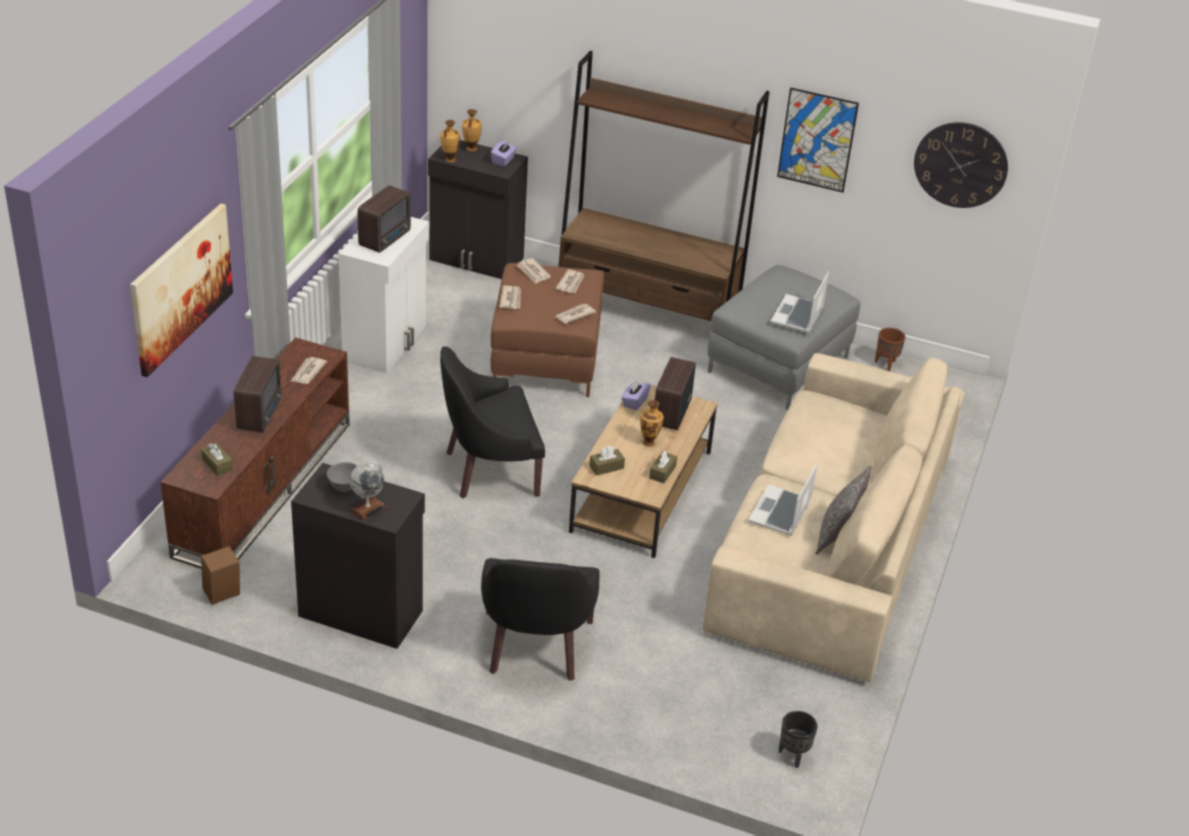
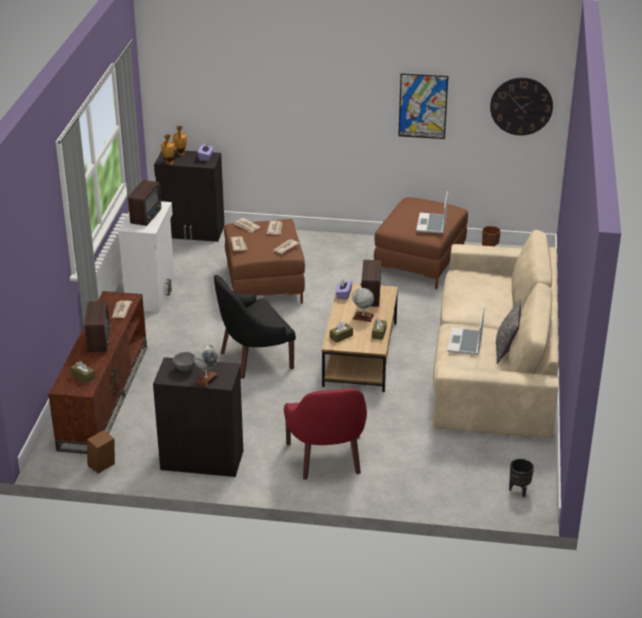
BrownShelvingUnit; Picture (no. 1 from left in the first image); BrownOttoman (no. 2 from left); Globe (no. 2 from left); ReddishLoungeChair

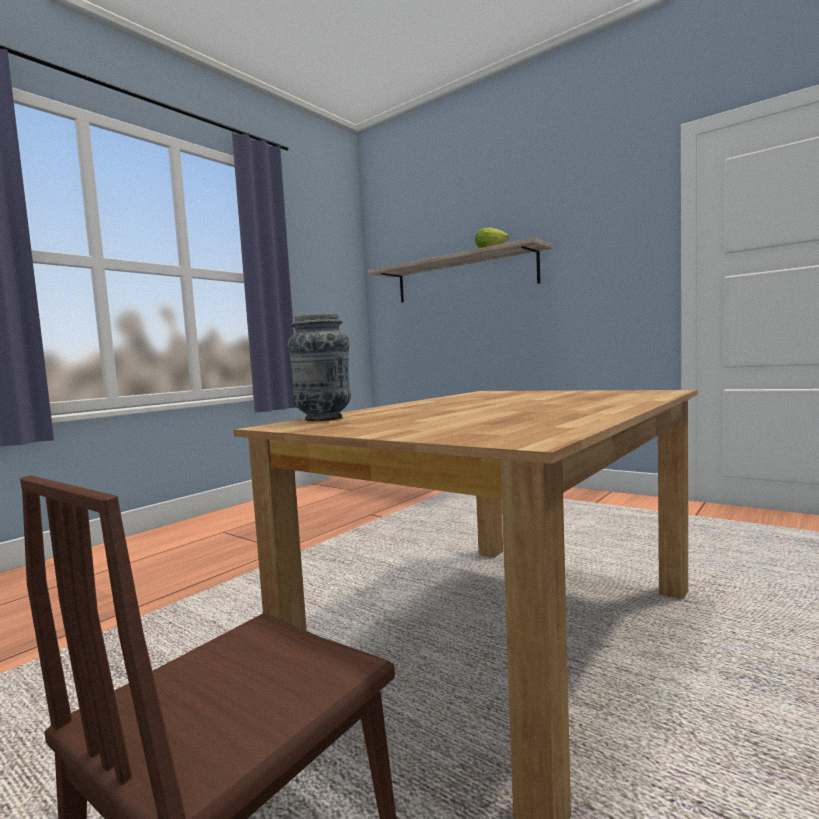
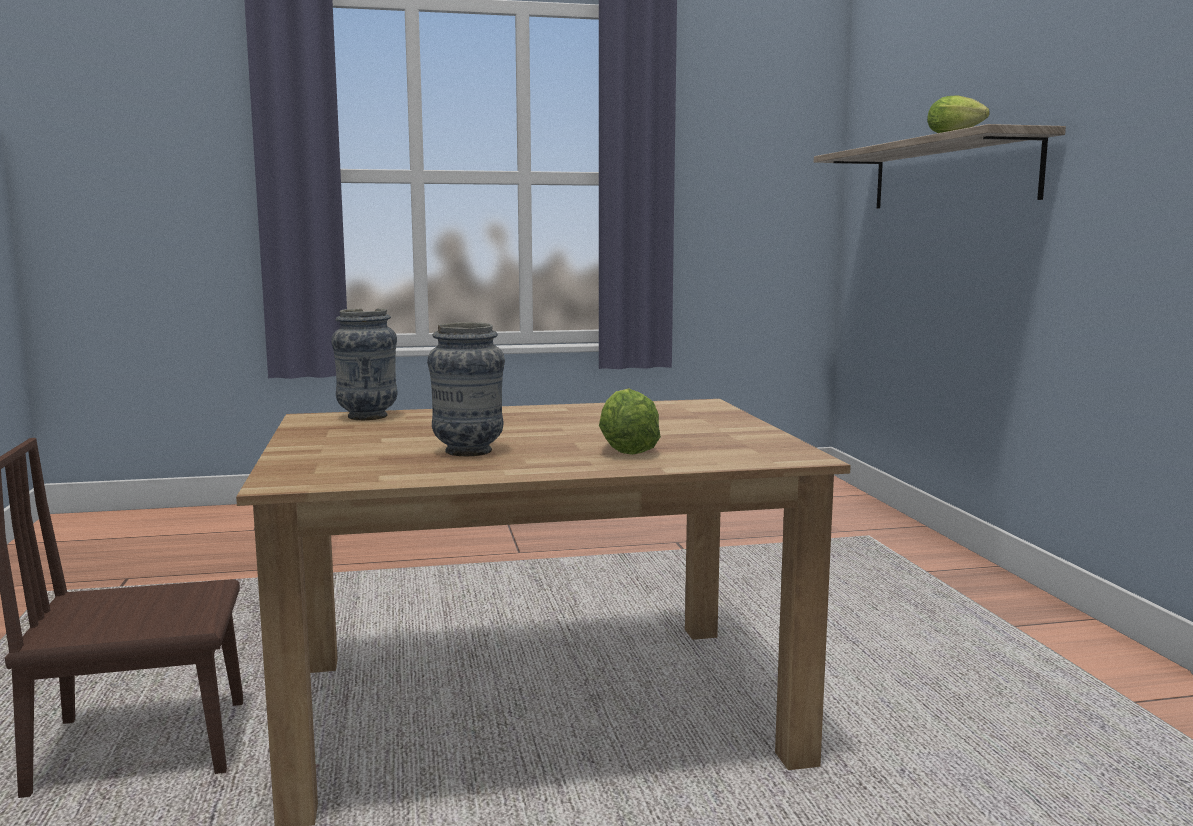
Vase (no. 2 from left); HeadOfLettuce (no. 1 from left)

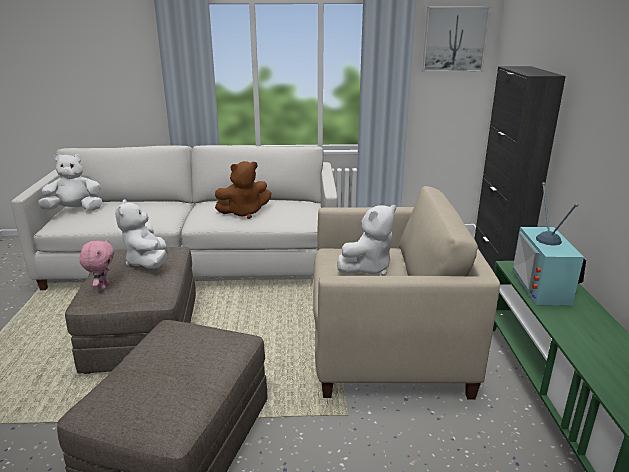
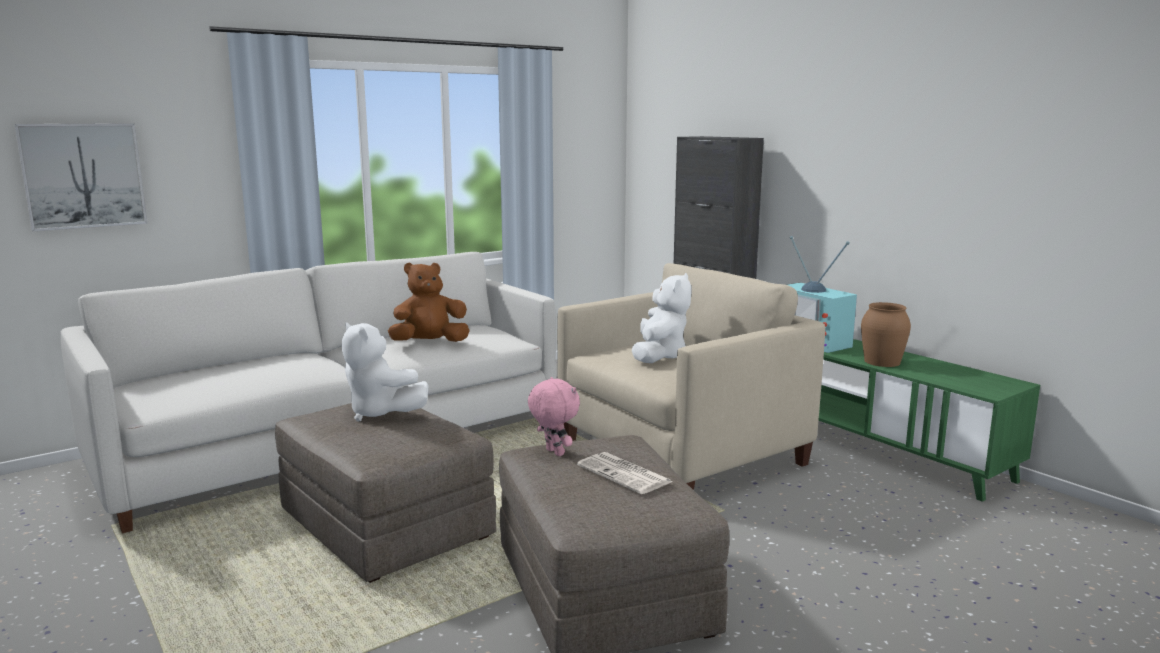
Picture; WhiteColouredPlushToy (no. 1 from left in the first image); BrownPlushToy; PinkPlushToy; BrownVase; DailyPaper

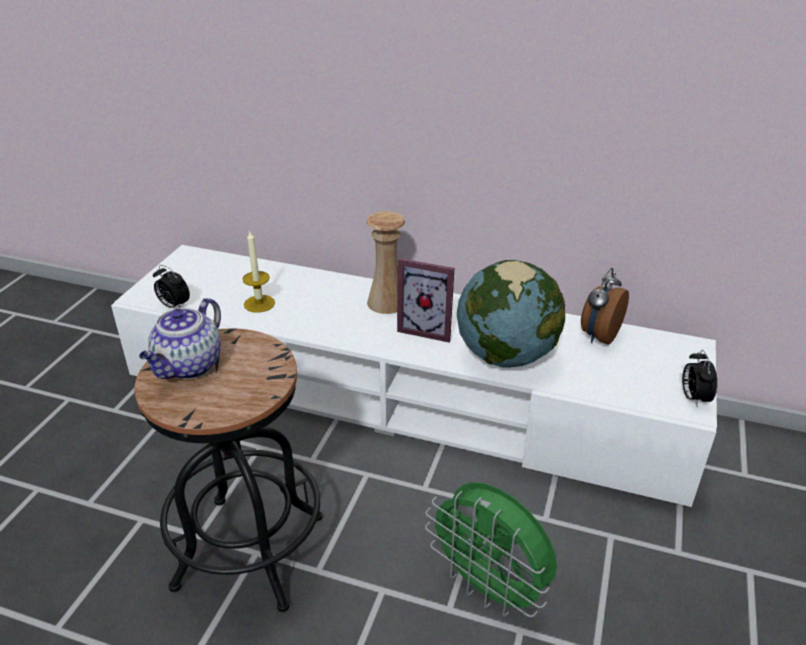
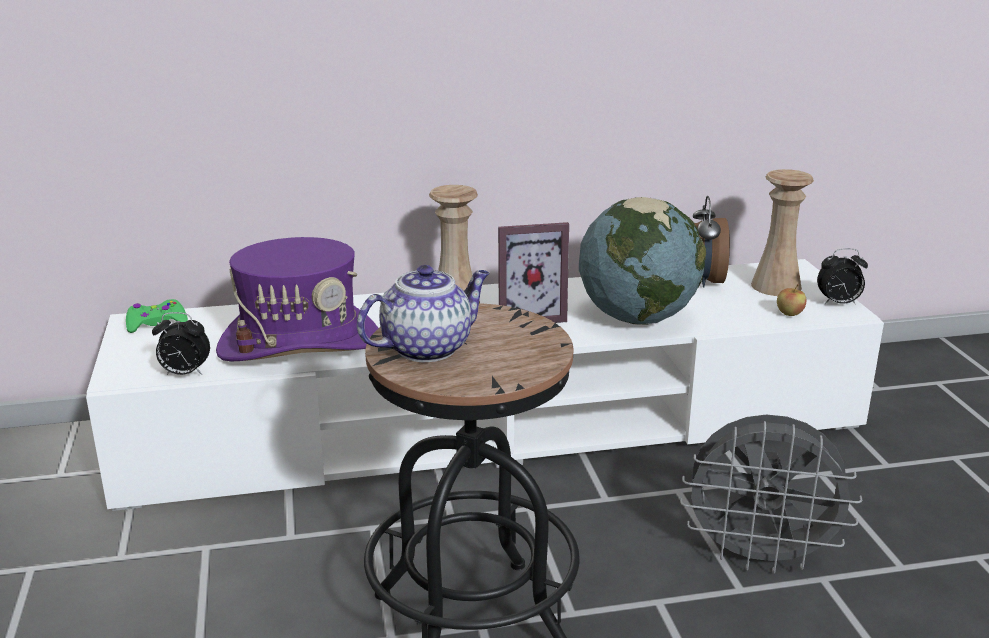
PurpleWearableHat; PotForTea; TableClock (no. 3 from left); GreyishCoolingFan; BeigeVase (no. 2 from left); AppleFruit; GreenColouredGamepad

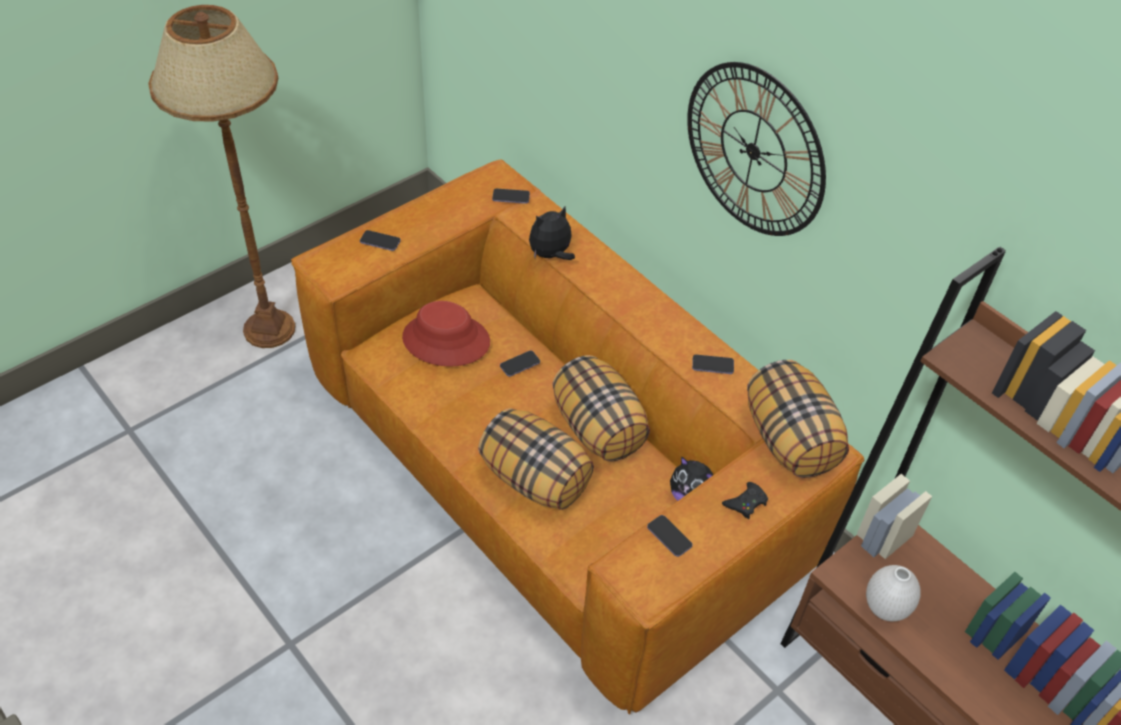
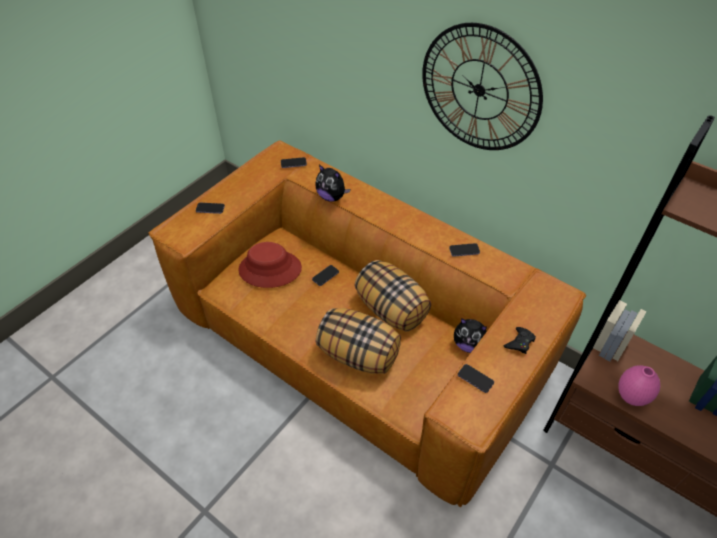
BrownFloorLamp; PlushToy (no. 1 from left); ThrowPillow (no. 3 from left in the first image); PinkVase

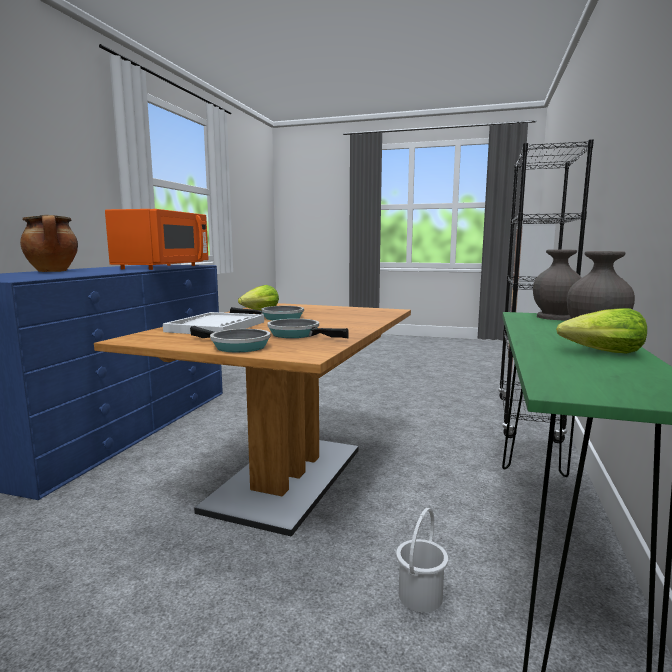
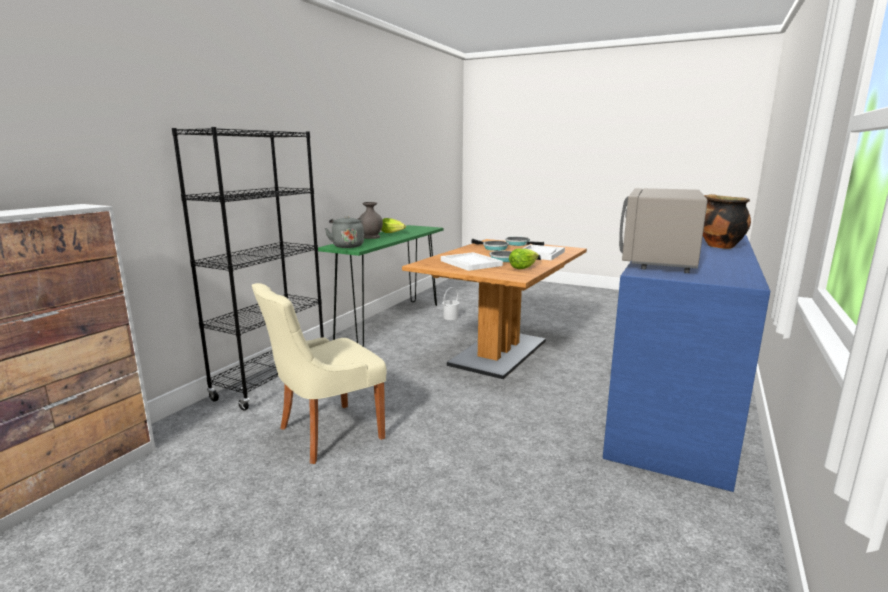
GreyishMicrowave; GreyishWaterKettle; WhiteColouredTray (no. 1 from left); BeigeUprightChair

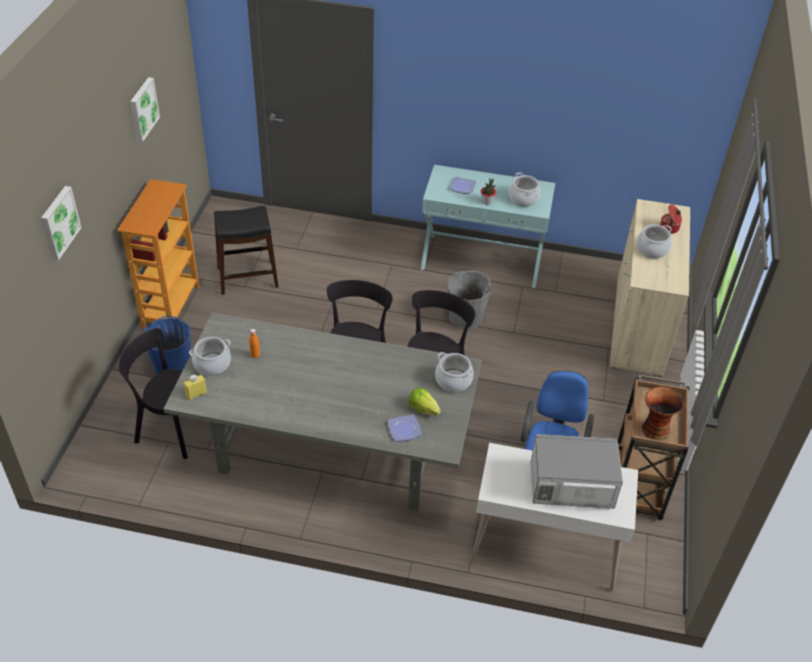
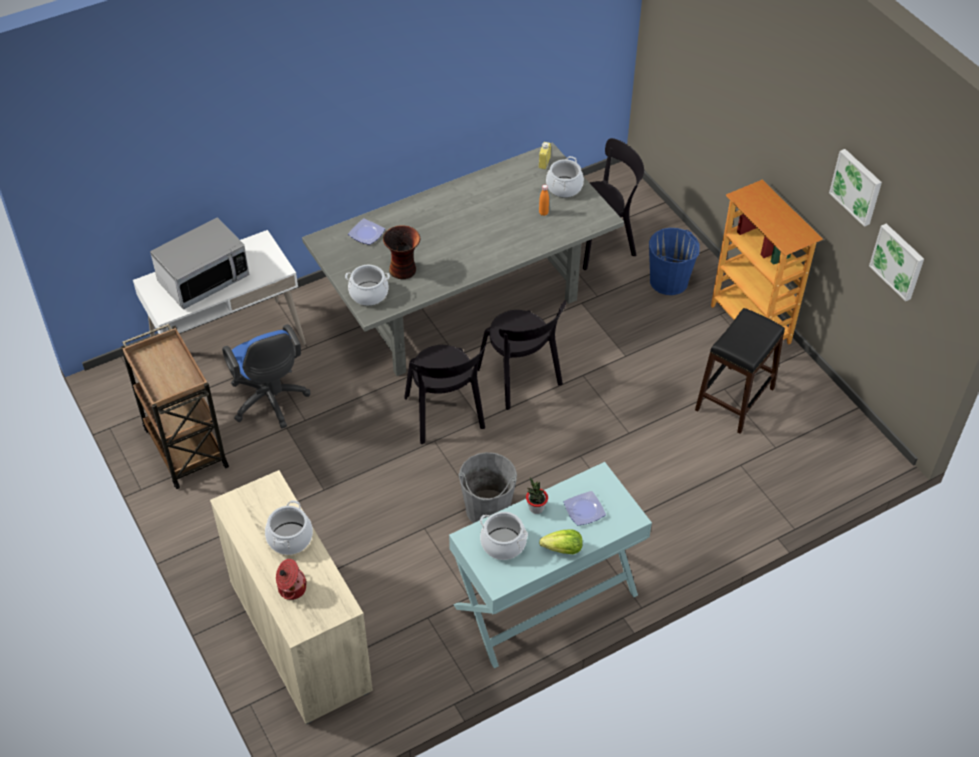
Picture (no. 2 from left); Vase; HeadOfLettuce

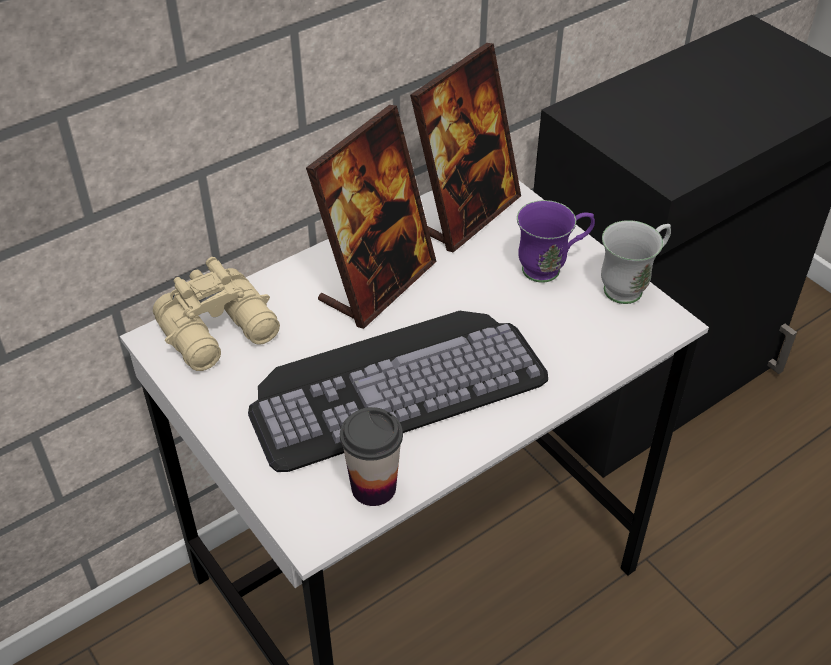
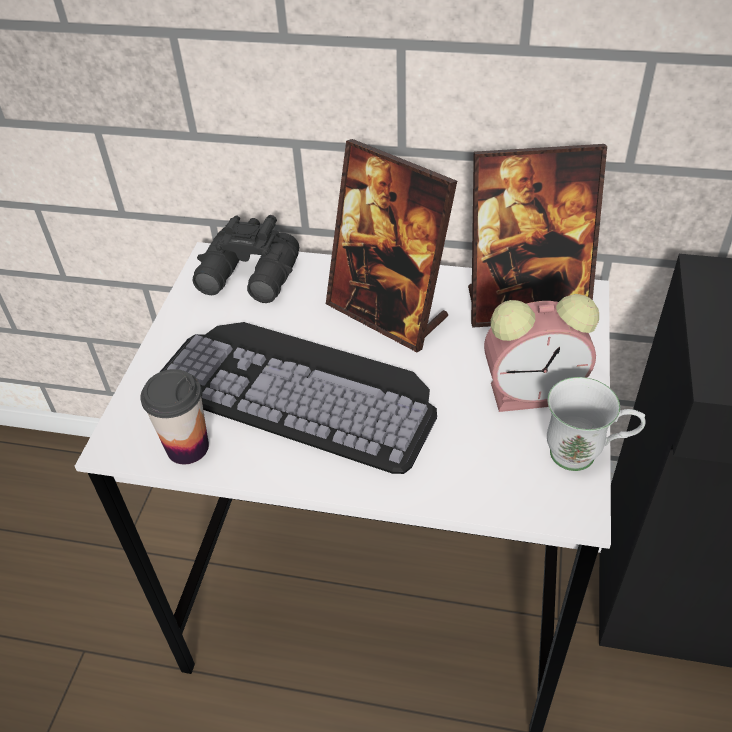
StandingFrame (no. 1 from left); TableClock; BlackishBinoculars

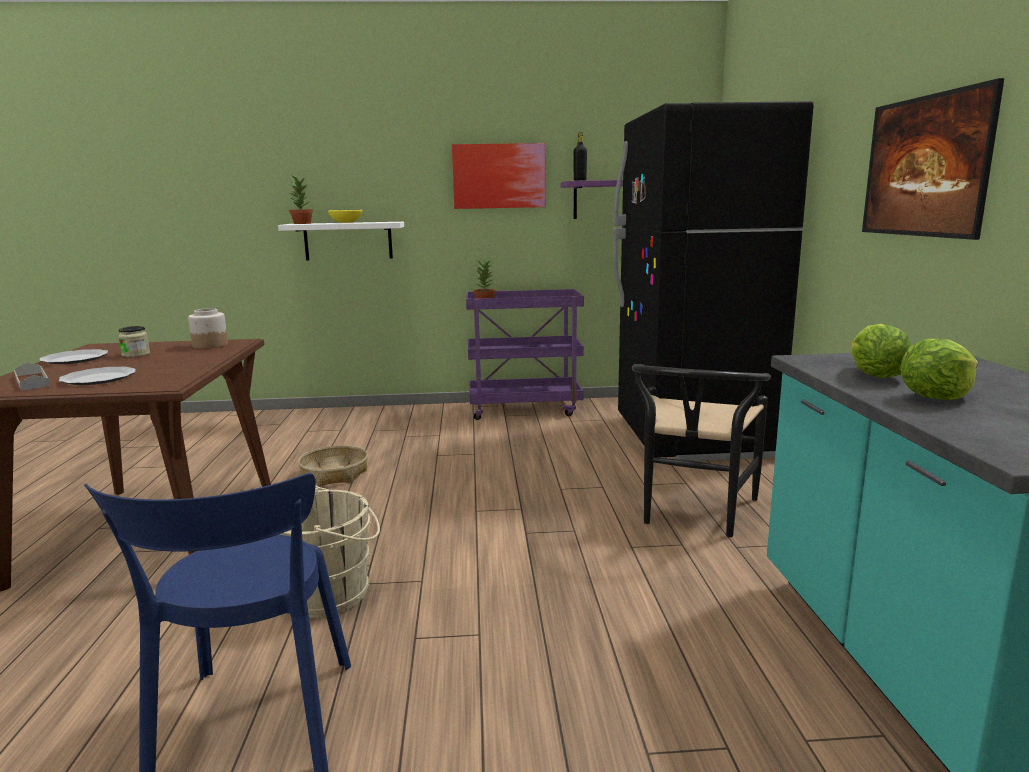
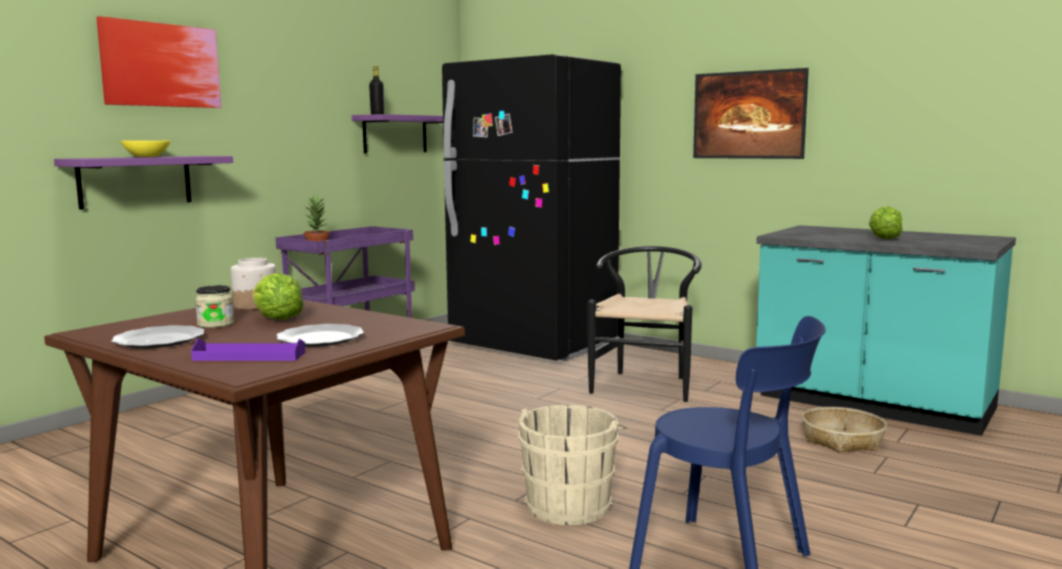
Picture (no. 1 from left); Houseplant (no. 1 from left in the first image); PurpleShelf (no. 1 from left); HeadOfLettuce (no. 1 from left); PurpleTray; BlackishUprightChair; HouseholdBasket

